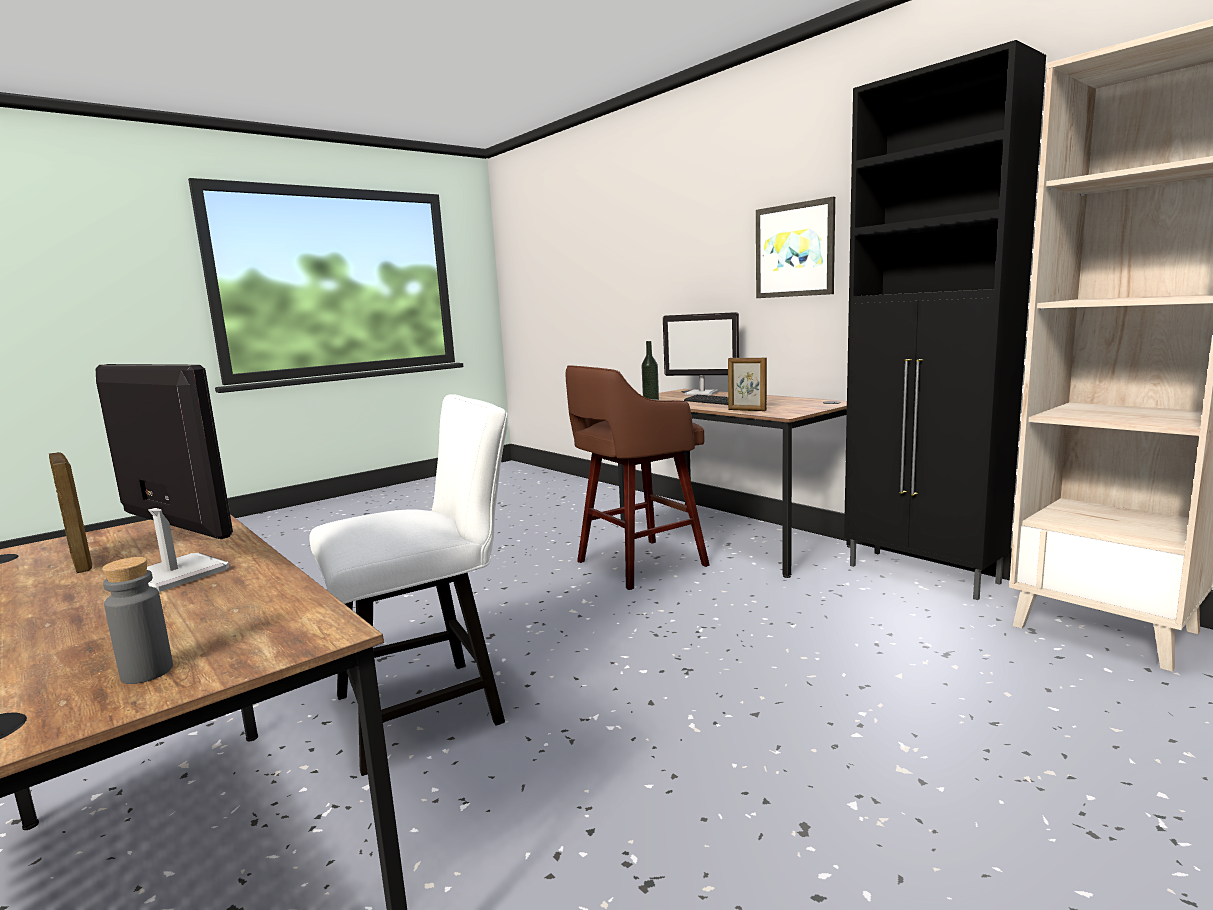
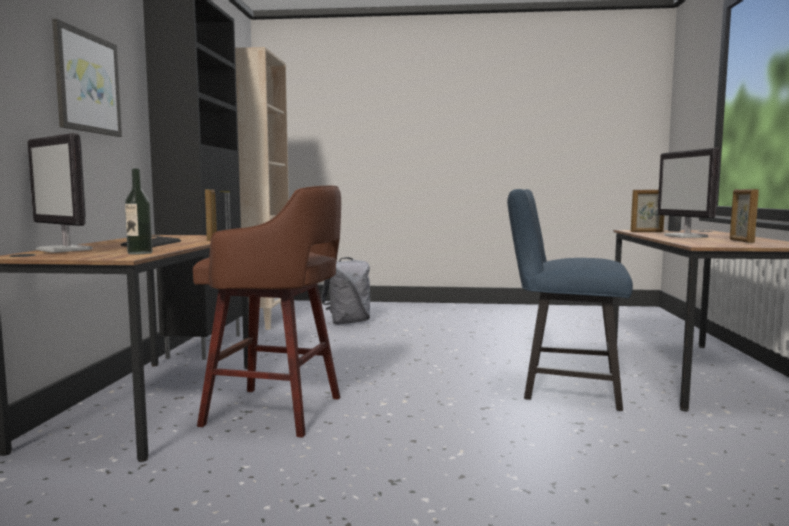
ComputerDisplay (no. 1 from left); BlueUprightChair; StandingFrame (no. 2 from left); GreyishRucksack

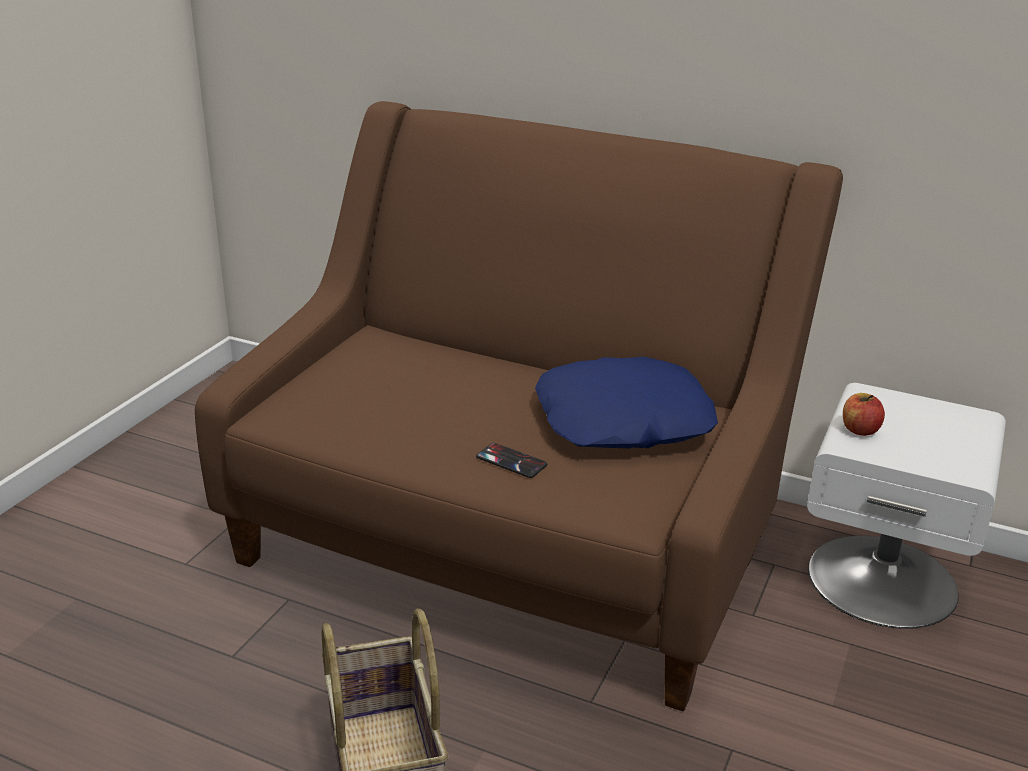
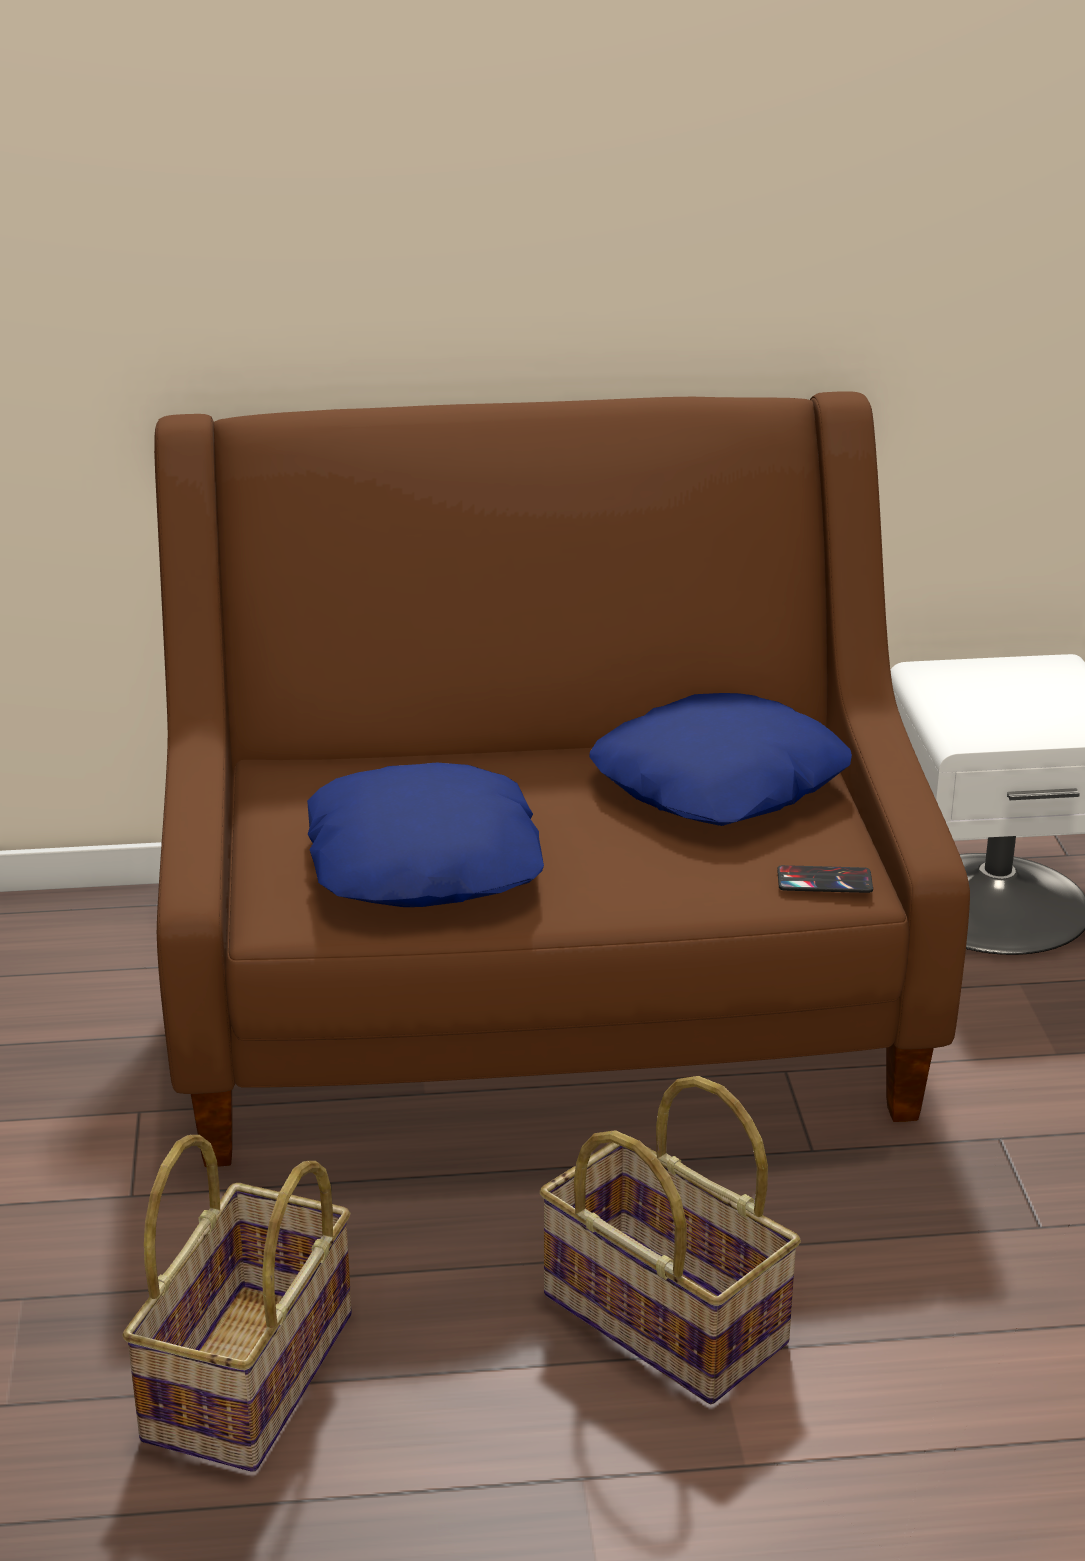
AppleFruit; Handset; BlueThrowPillow (no. 1 from left); HouseholdBasket (no. 1 from left)

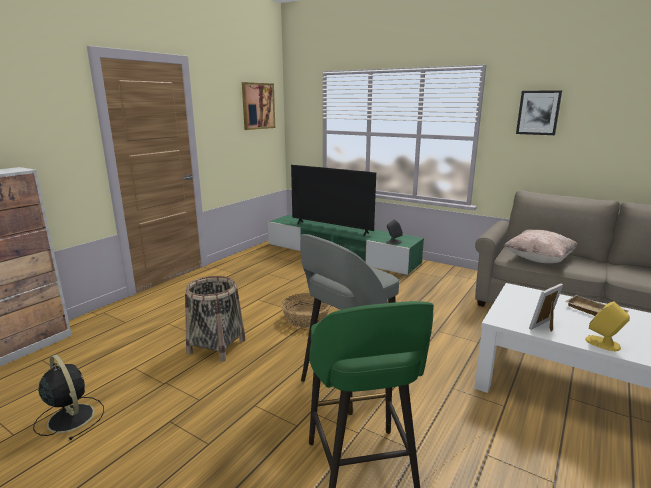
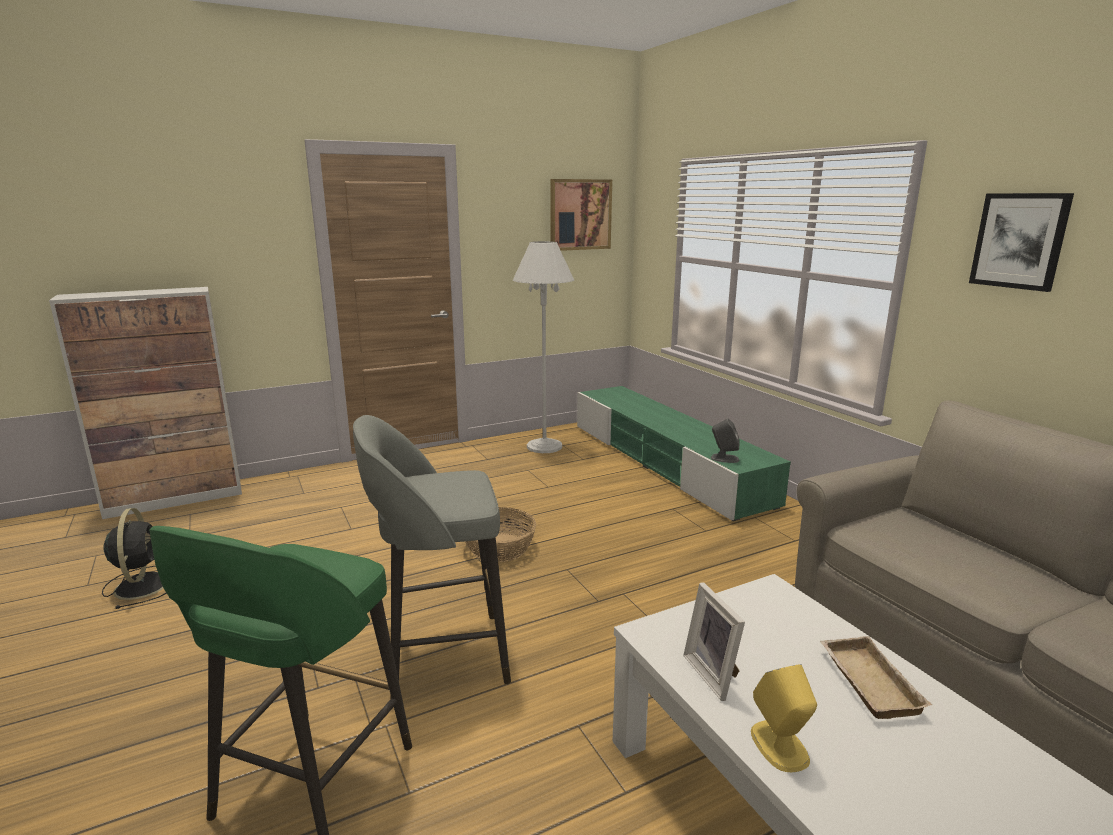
TvSet; BeigeThrowPillow; HouseholdBasket (no. 1 from left in the first image); StandingFrame; WhiteColouredFloorLamp

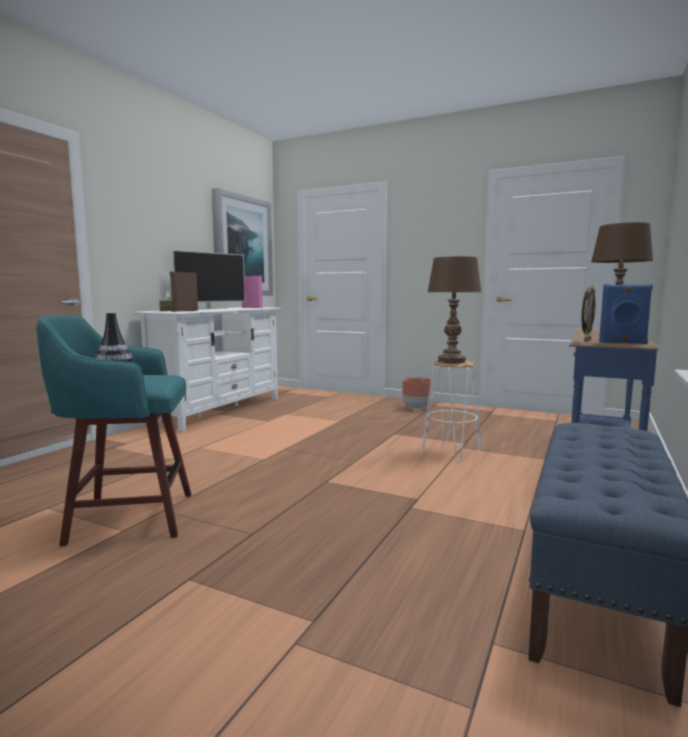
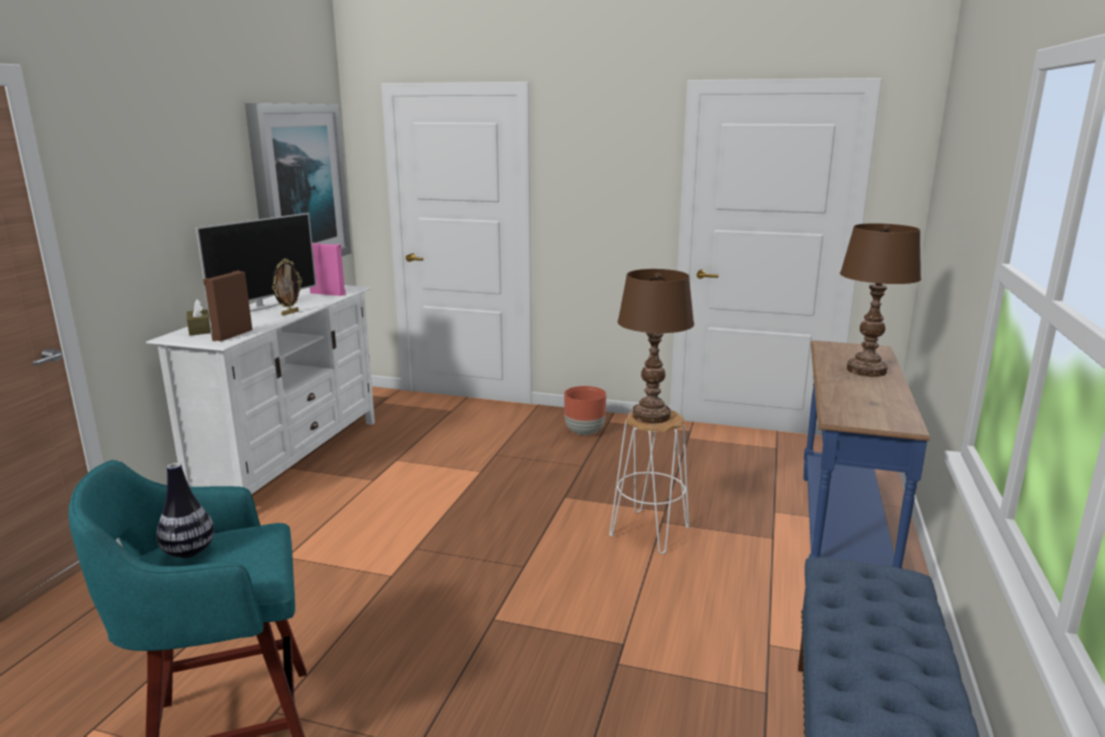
BlueLoudspeaker; StandingFrame

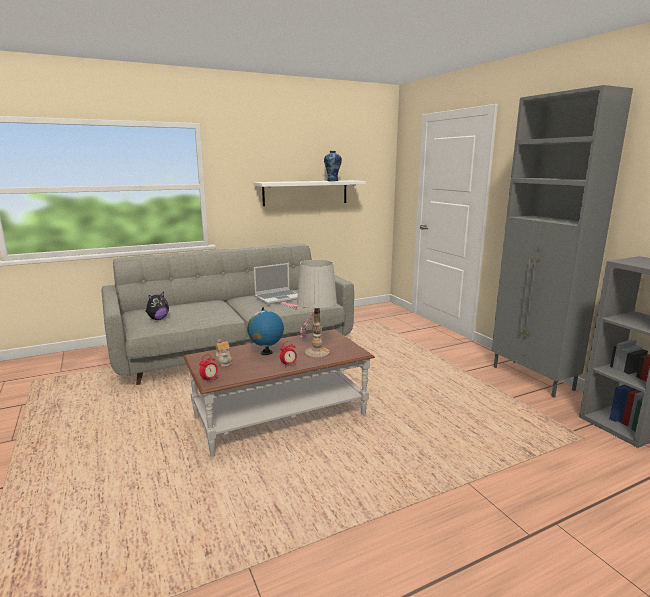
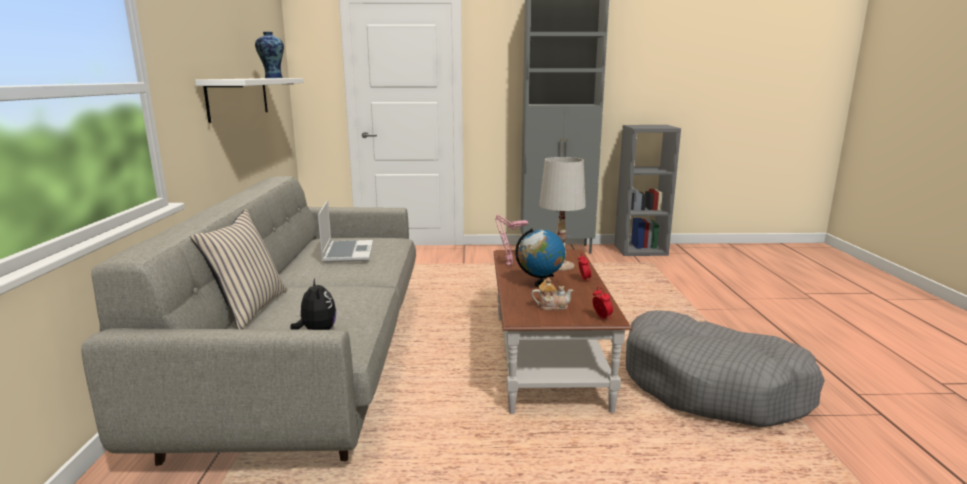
BeigeThrowPillow; GreyishDogBed

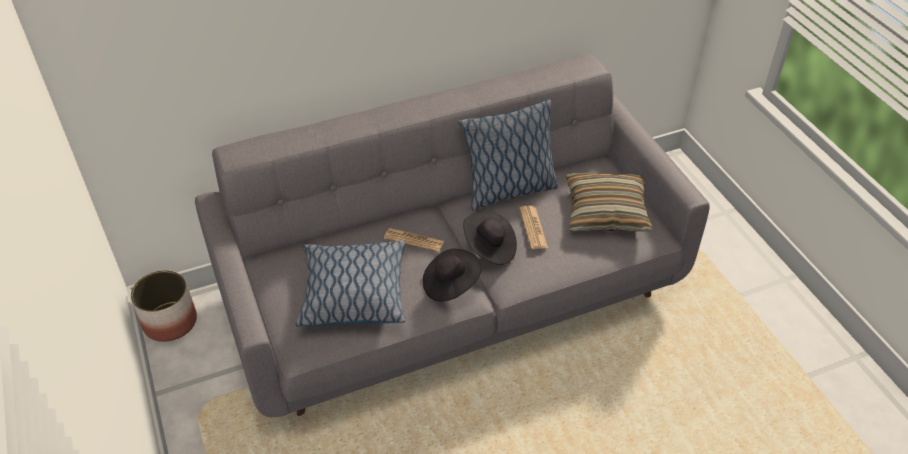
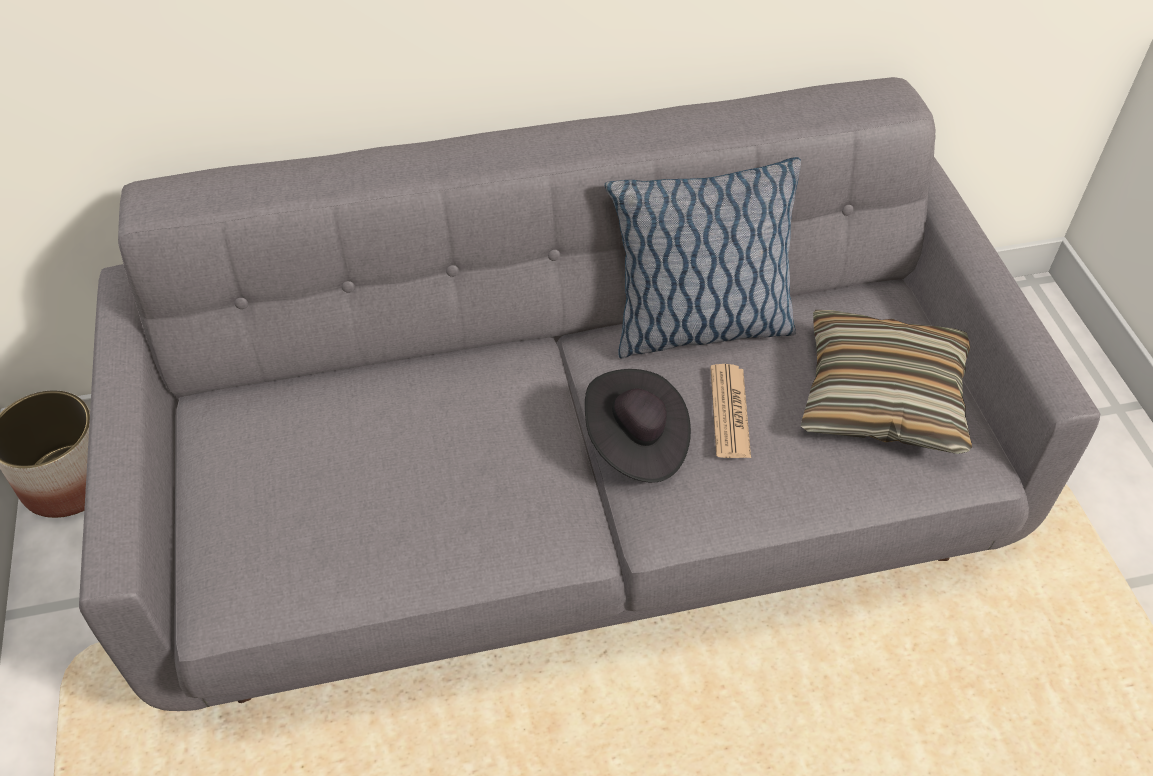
DailyPaper (no. 1 from left in the first image); ThrowPillow (no. 1 from left in the first image); BlackishWearableHat (no. 1 from left in the first image)

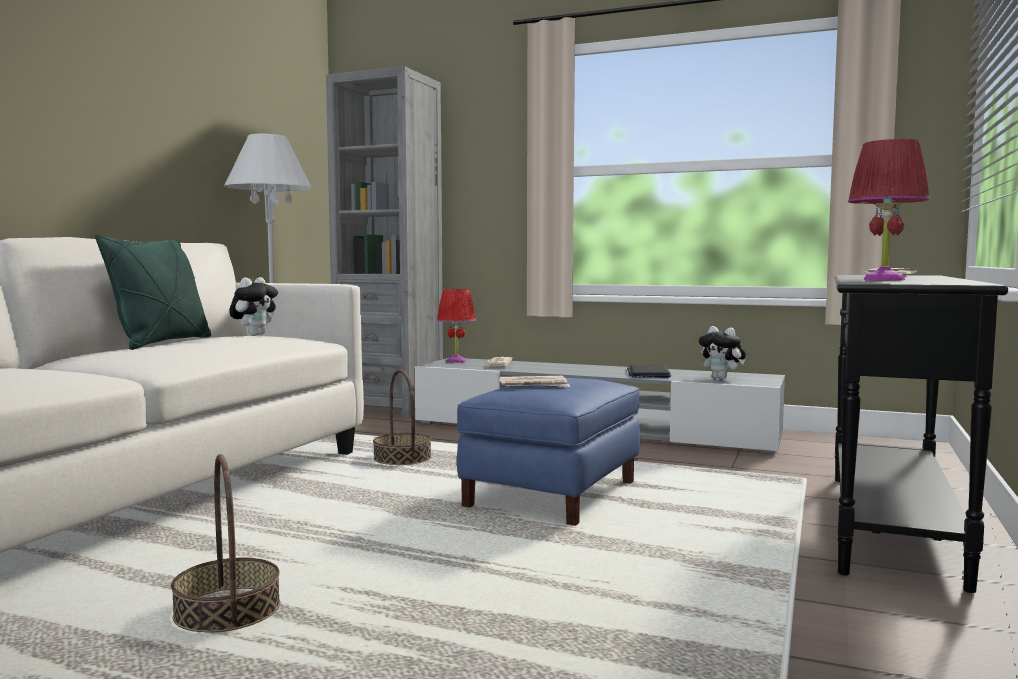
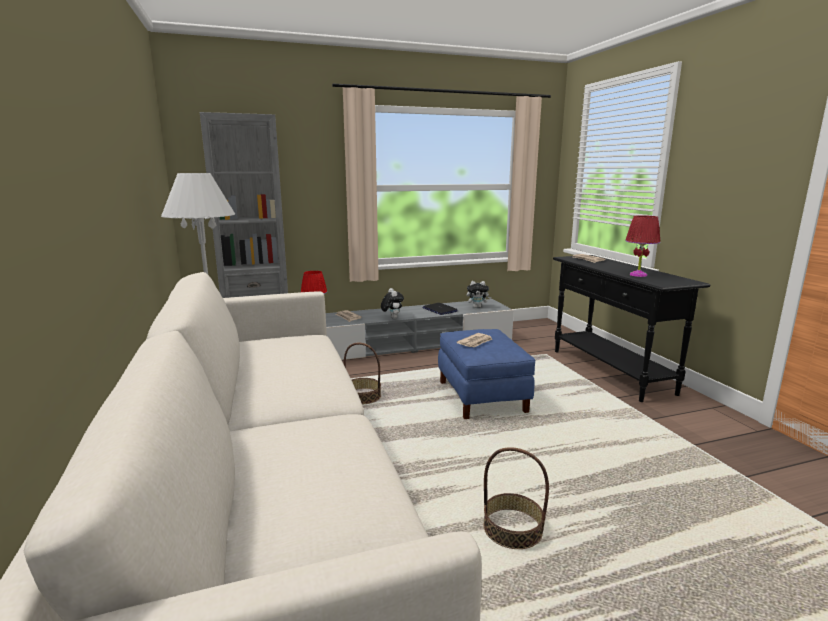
GreenColouredThrowPillow; PlushToy (no. 1 from left)

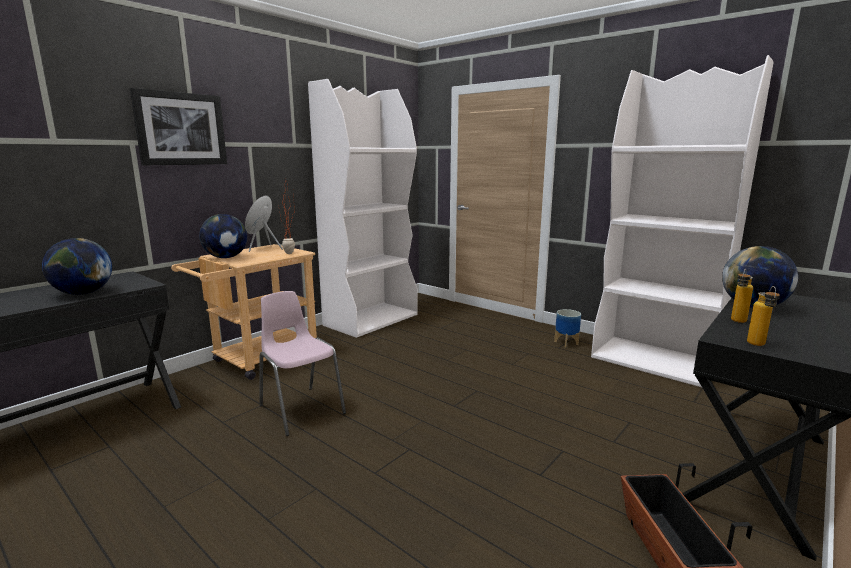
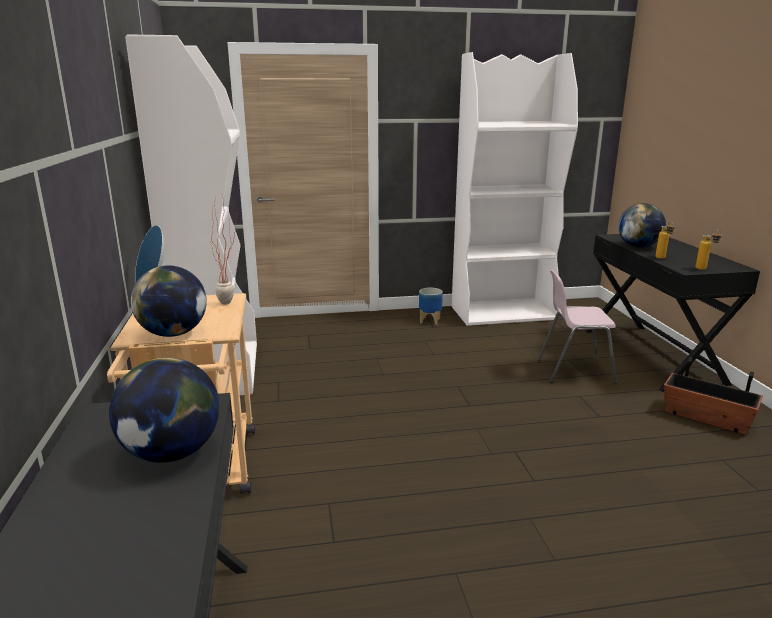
Picture; PinkUprightChair

